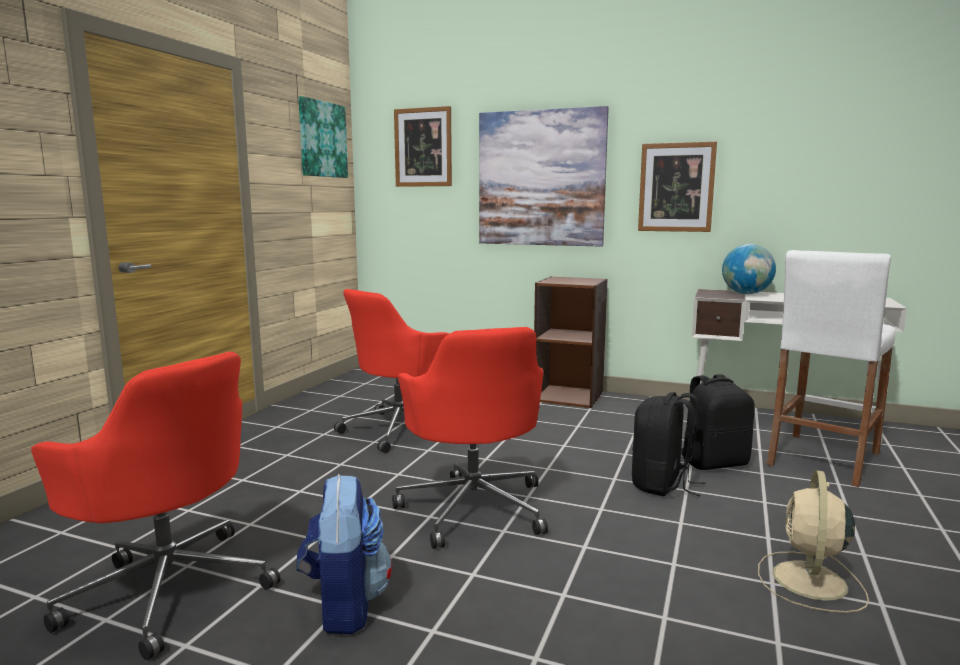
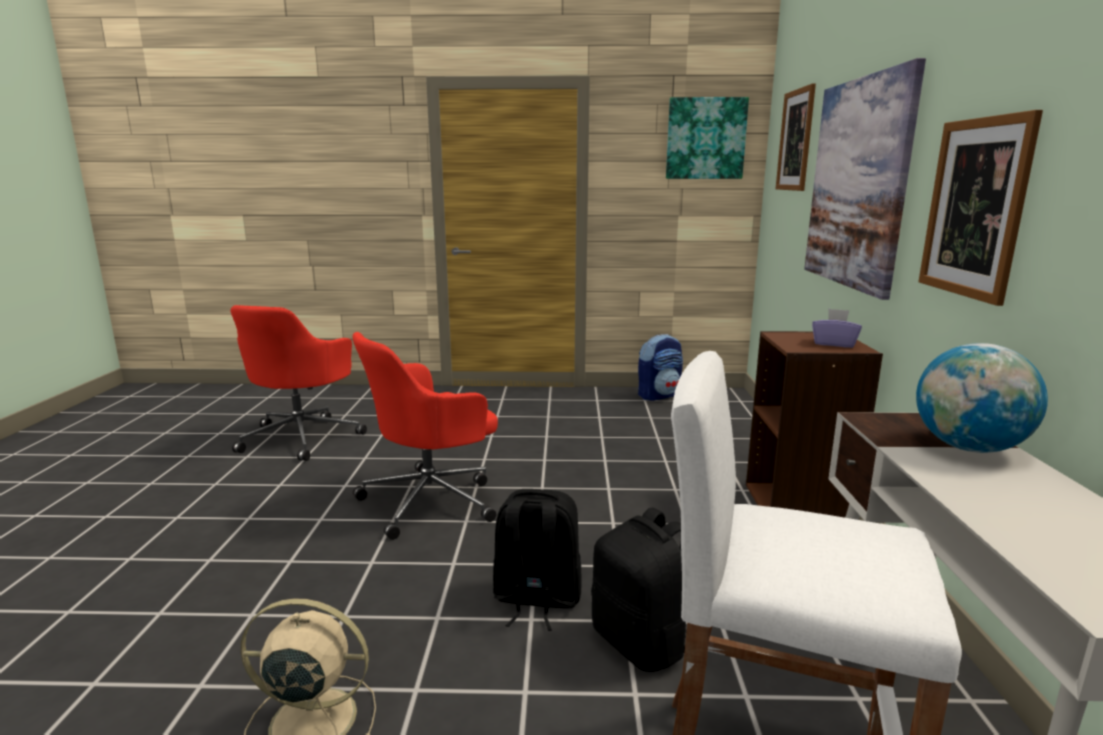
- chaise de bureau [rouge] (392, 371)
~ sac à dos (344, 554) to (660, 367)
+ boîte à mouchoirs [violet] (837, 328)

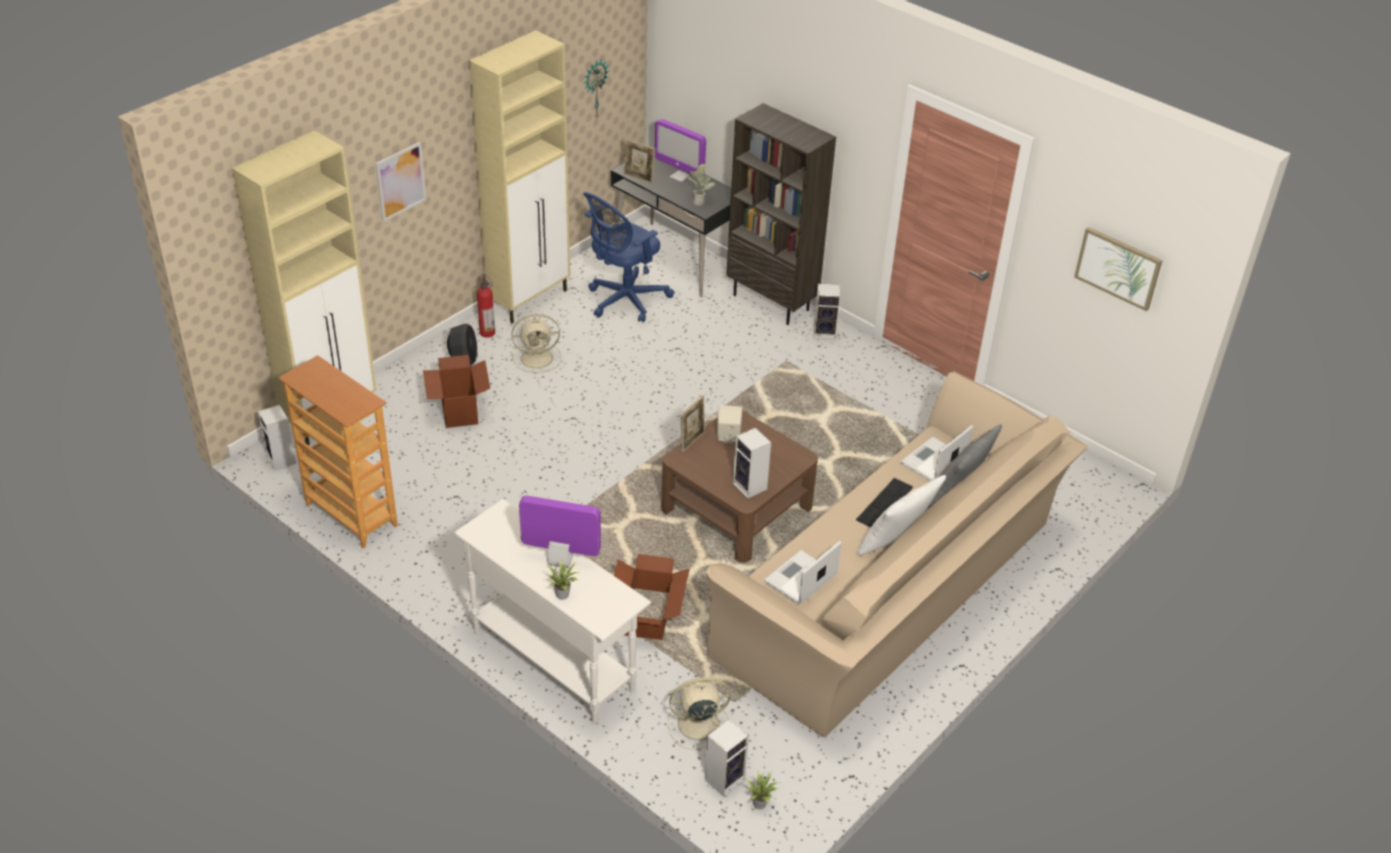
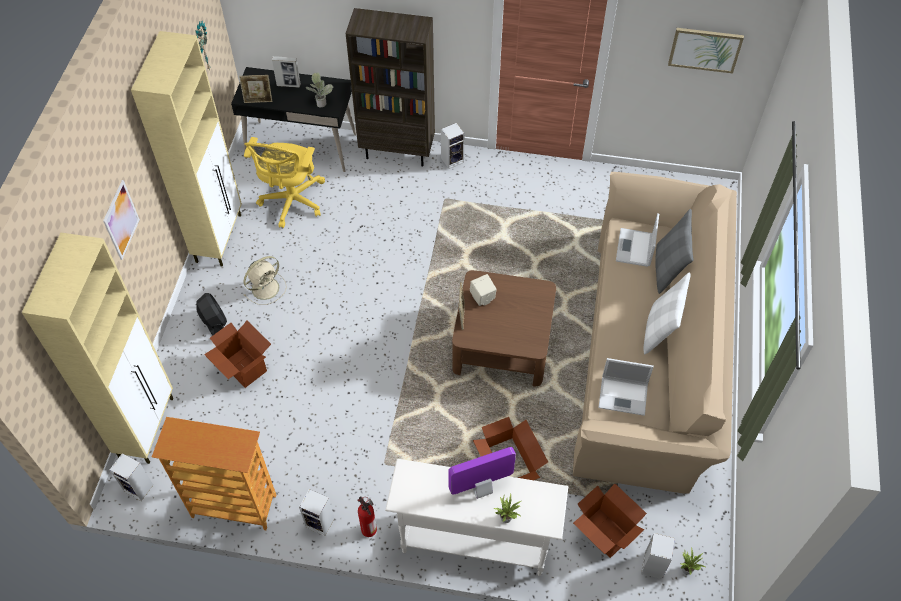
~ écran d'ordinateur (680, 150) to cadre photo (286, 72)
~ chaise de bureau [bleu] (629, 257) to chaise de bureau [jaune] (284, 182)
~ extincteur (486, 306) to (367, 517)
~ enceinte (752, 463) to (316, 512)
- clavier (884, 503)
~ ordinateur portable (803, 573) = (626, 387) 90 degrees counterclockwise
~ ventilateur [beige] (699, 713) to carton (610, 521)

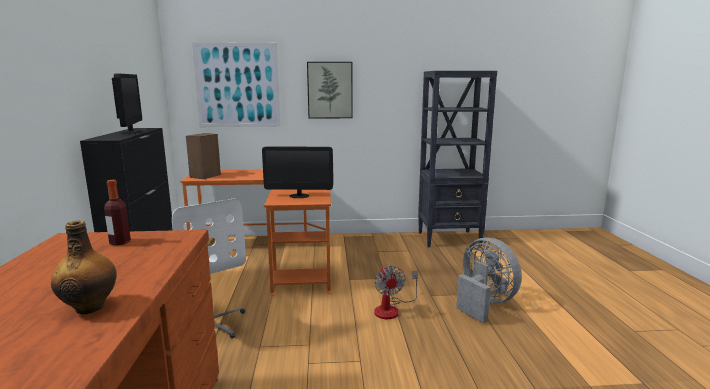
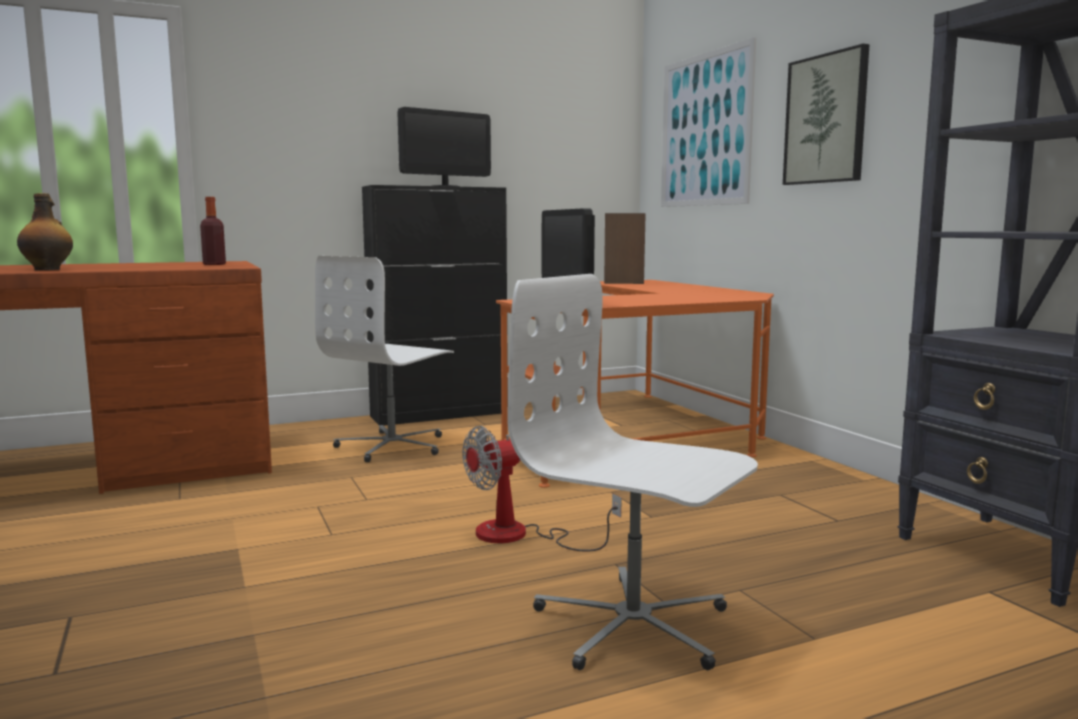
~ ventilateur [gris] (489, 280) to chaise de bureau [blanc] (633, 472)

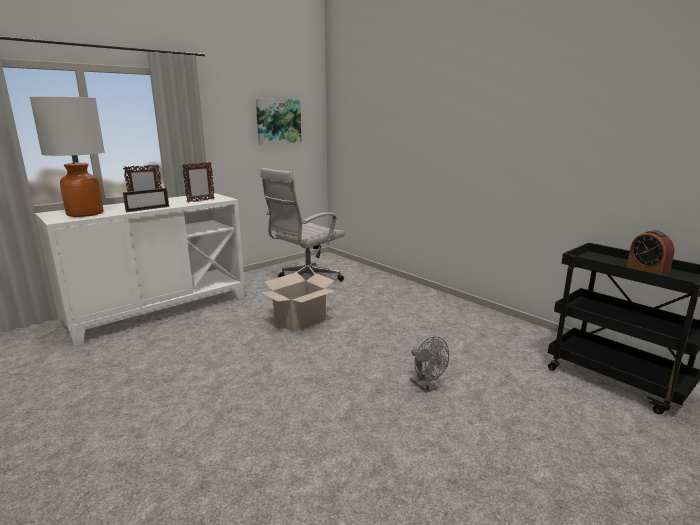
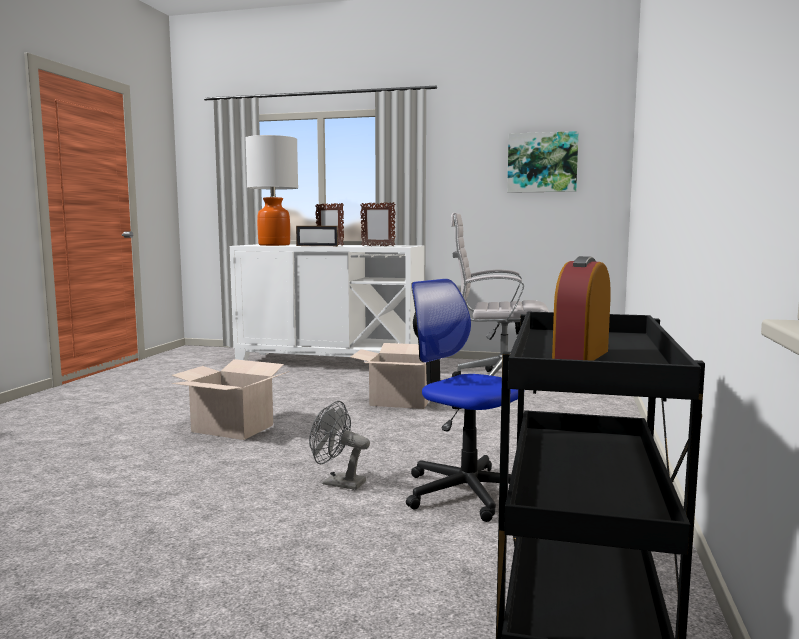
~ ventilateur [gris] (429, 365) = (339, 445) 90 degrees clockwise
+ chaise de bureau (465, 400)
+ carton (230, 399)

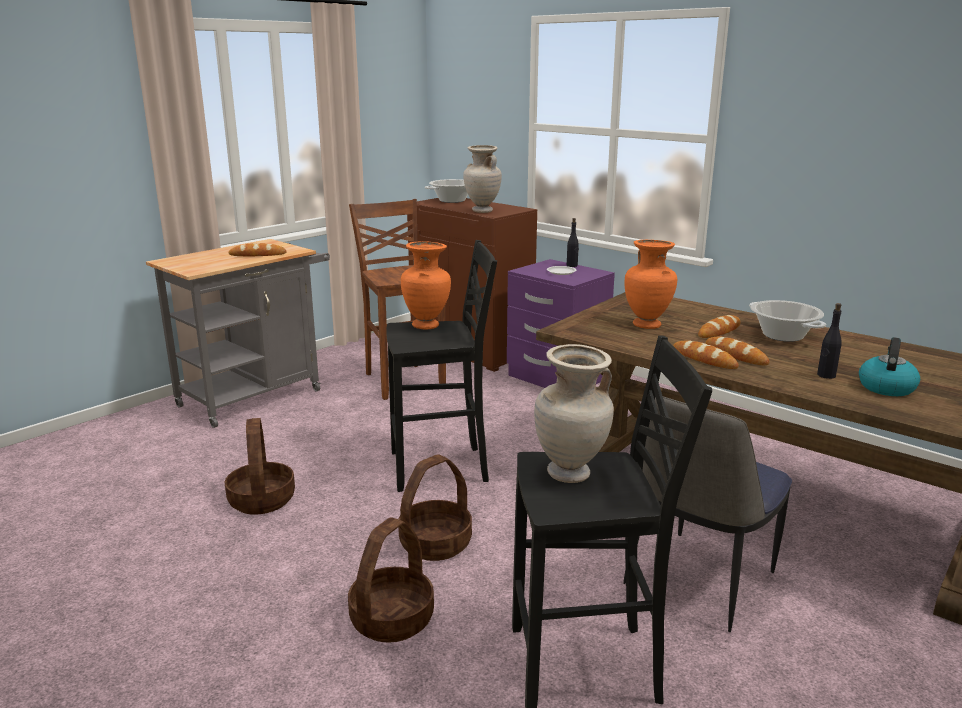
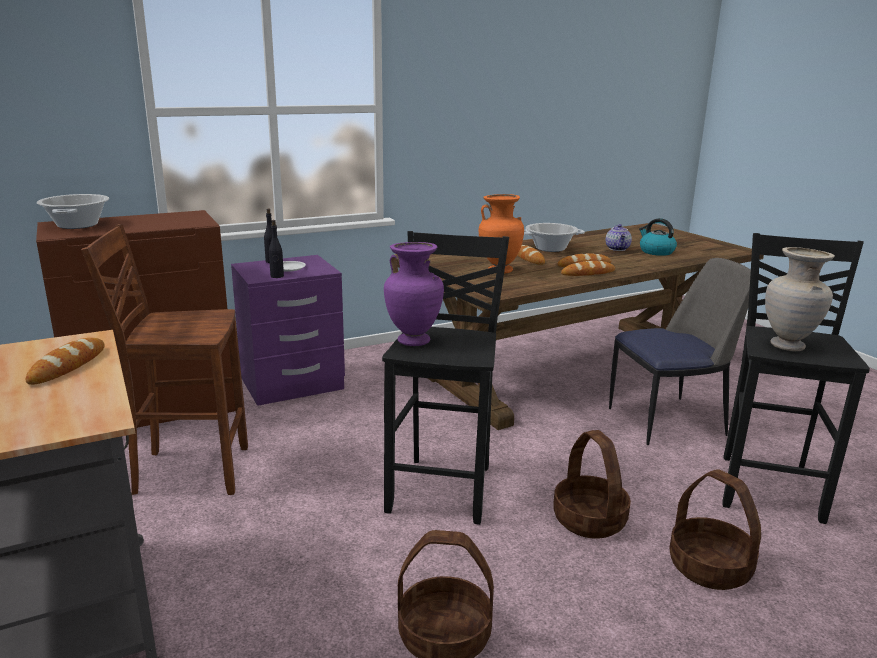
- vase [beige] (482, 179)
~ vase [orange] (426, 285) to vase [violet] (414, 294)
~ bouteille [noir] (829, 341) to (276, 249)
~ chaise (707, 514) = (680, 351) 75 degrees counterclockwise
+ théière (619, 237)

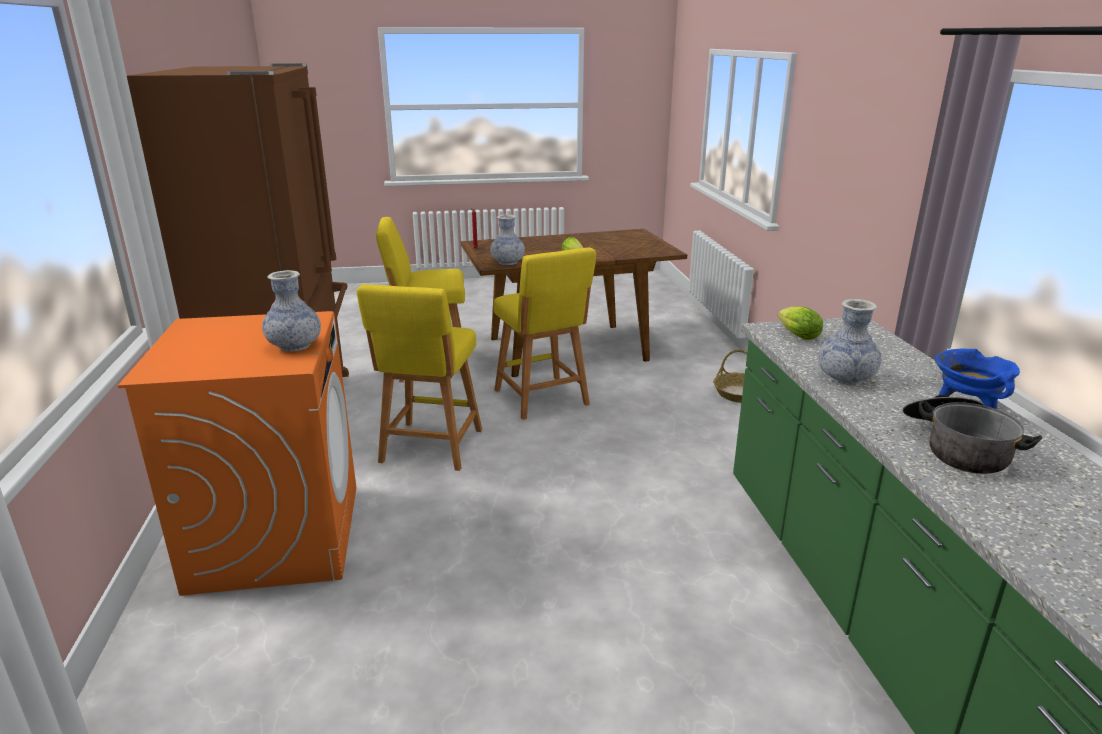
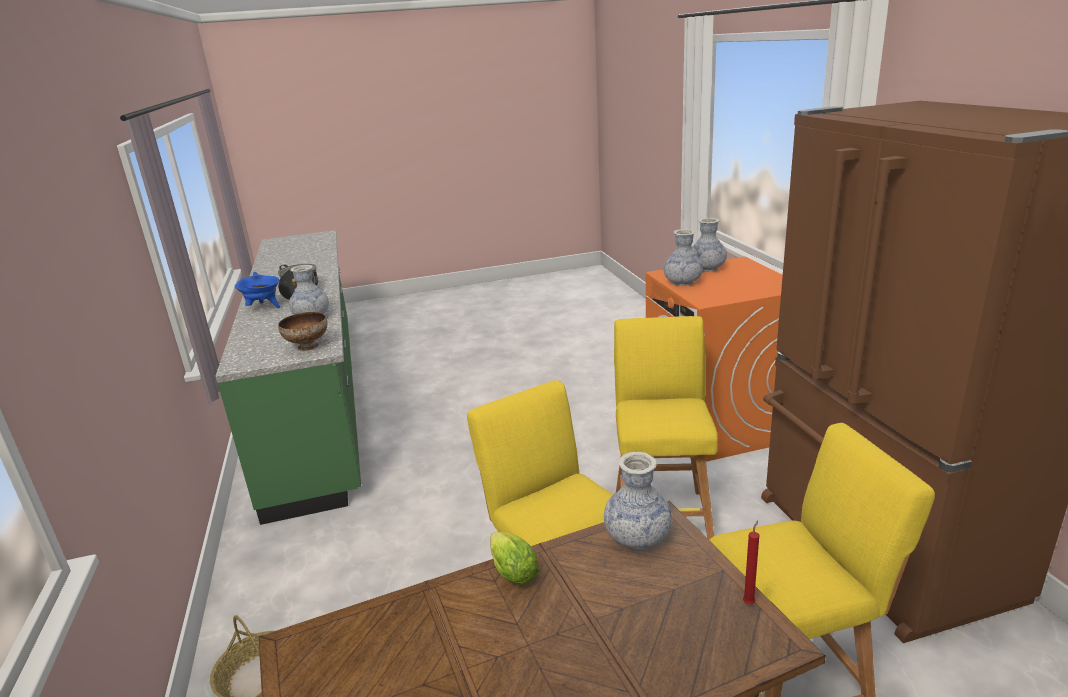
~ laitue (800, 323) to bol (302, 331)
+ vase (709, 245)

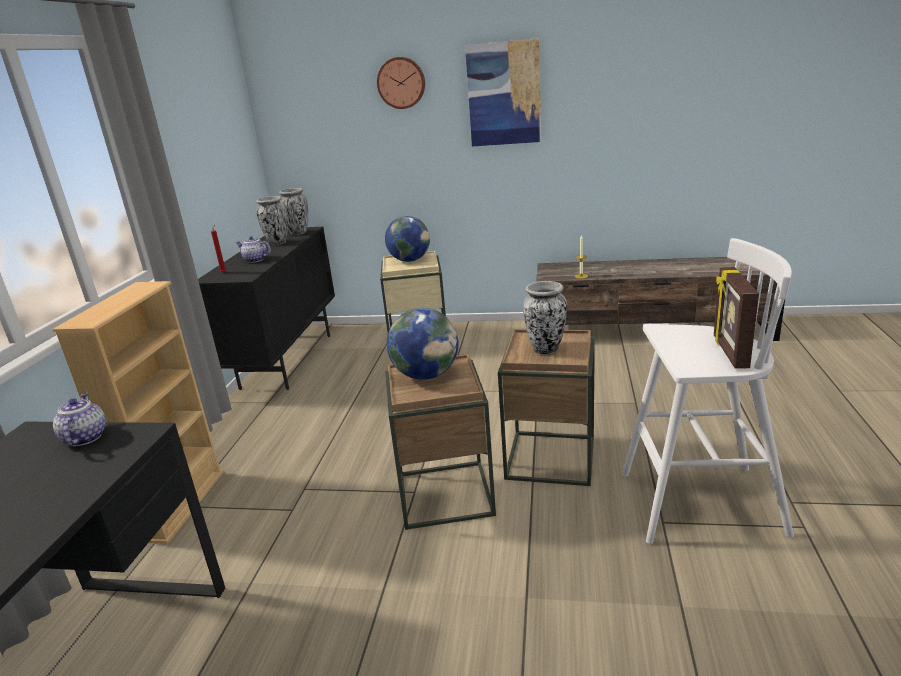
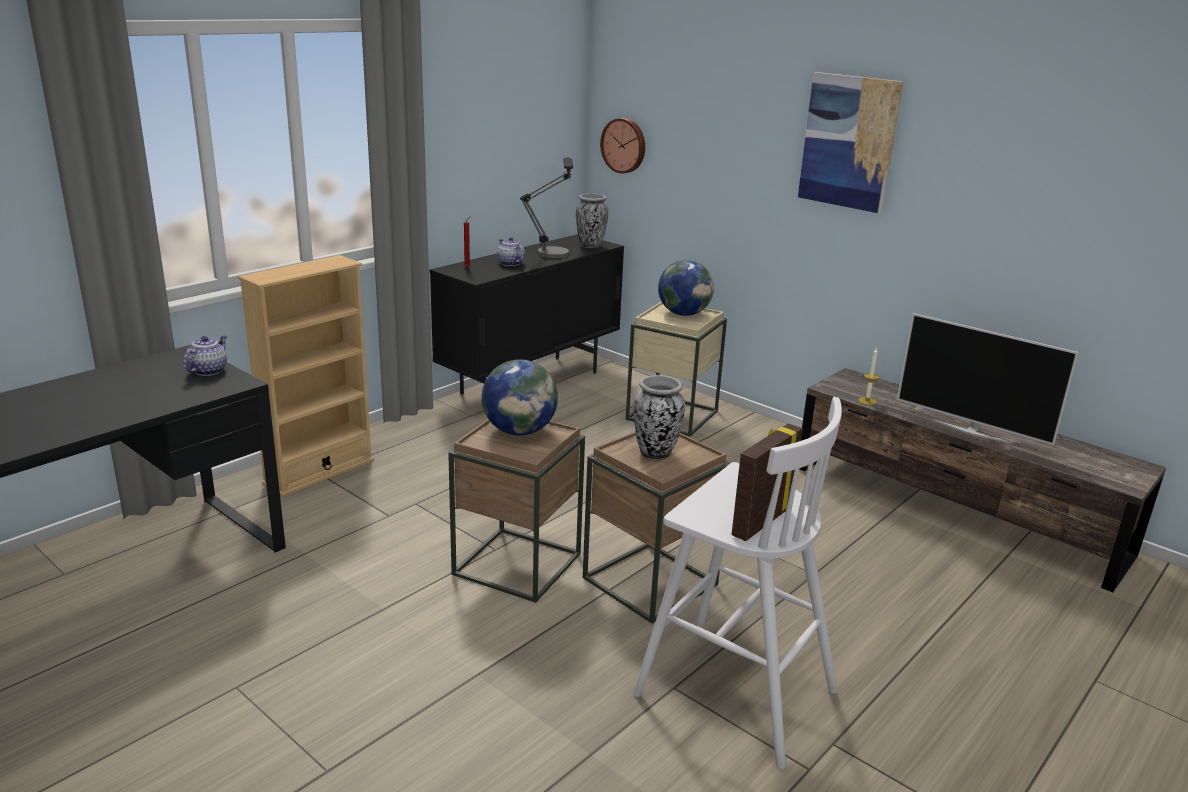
~ horloge murale (401, 83) to (622, 146)
~ vase (272, 220) to lampe de table (546, 207)
+ téléviseur (988, 379)

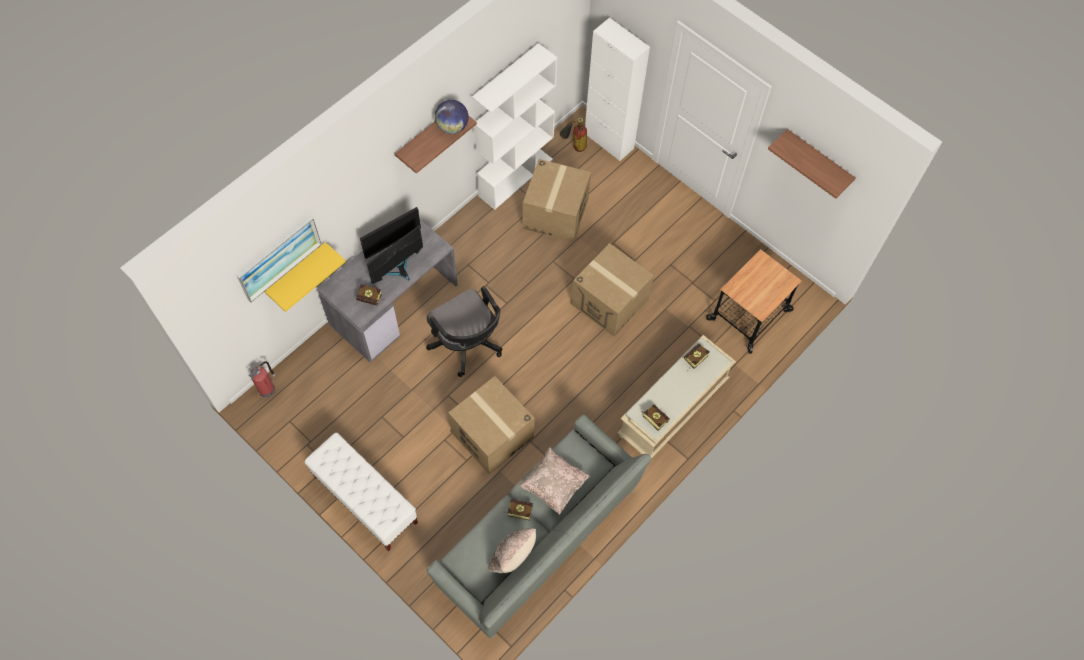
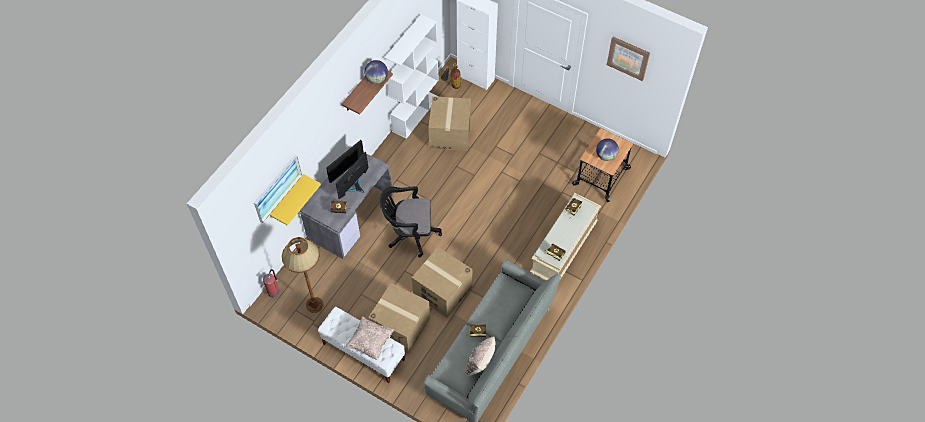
~ étagère (811, 164) to tableau (628, 59)
~ carton (612, 290) to (399, 318)
~ chaise de bureau [noir] (464, 331) = (411, 222) 135 degrees clockwise
~ coussin [beige] (555, 481) to (370, 338)
+ globe (607, 150)
+ lampadaire [marron] (302, 275)

